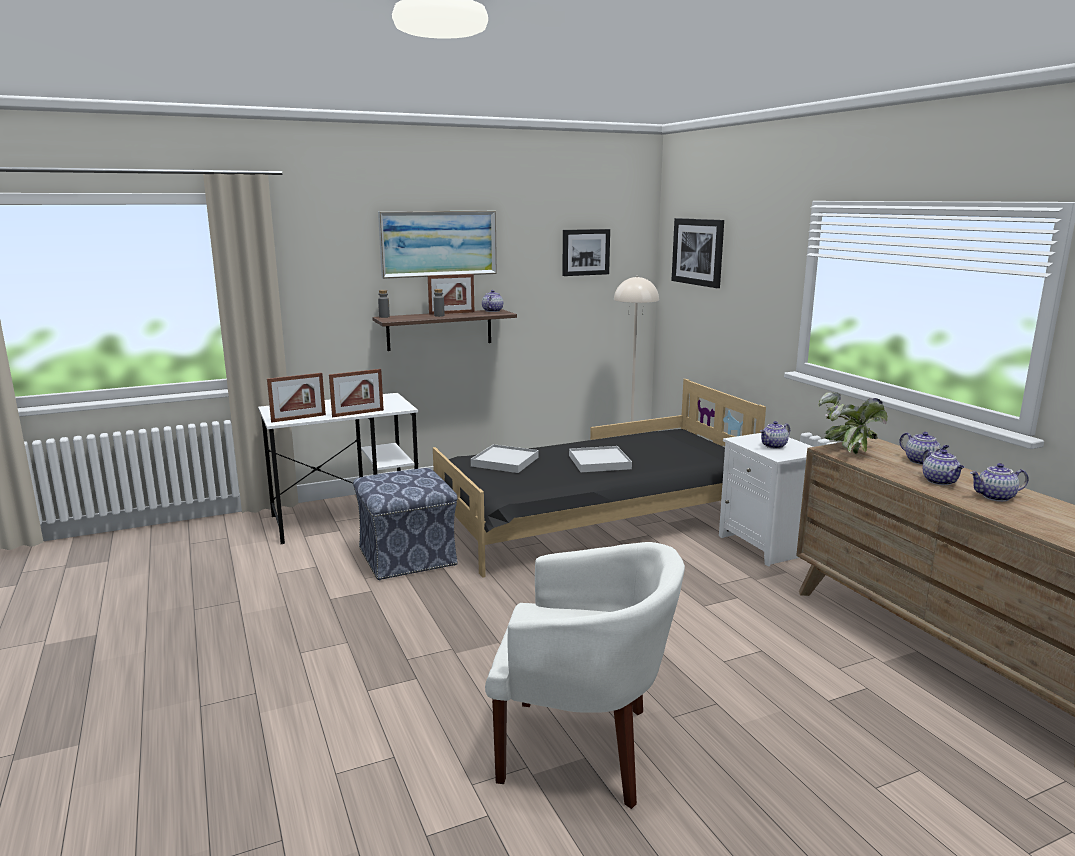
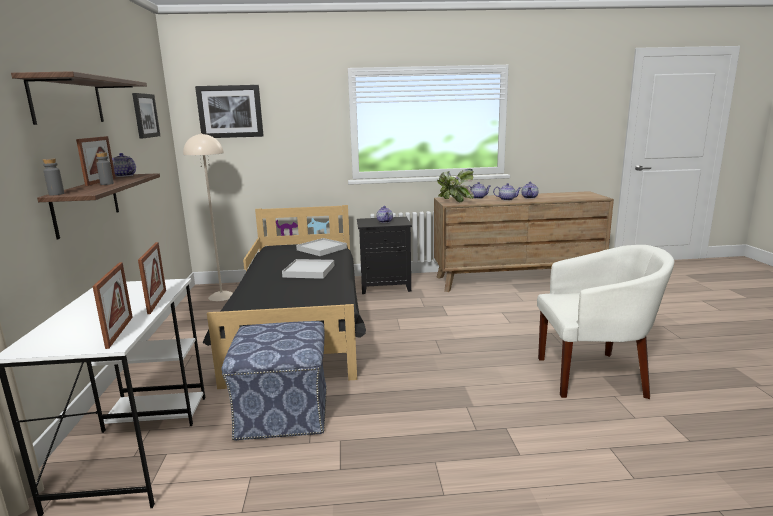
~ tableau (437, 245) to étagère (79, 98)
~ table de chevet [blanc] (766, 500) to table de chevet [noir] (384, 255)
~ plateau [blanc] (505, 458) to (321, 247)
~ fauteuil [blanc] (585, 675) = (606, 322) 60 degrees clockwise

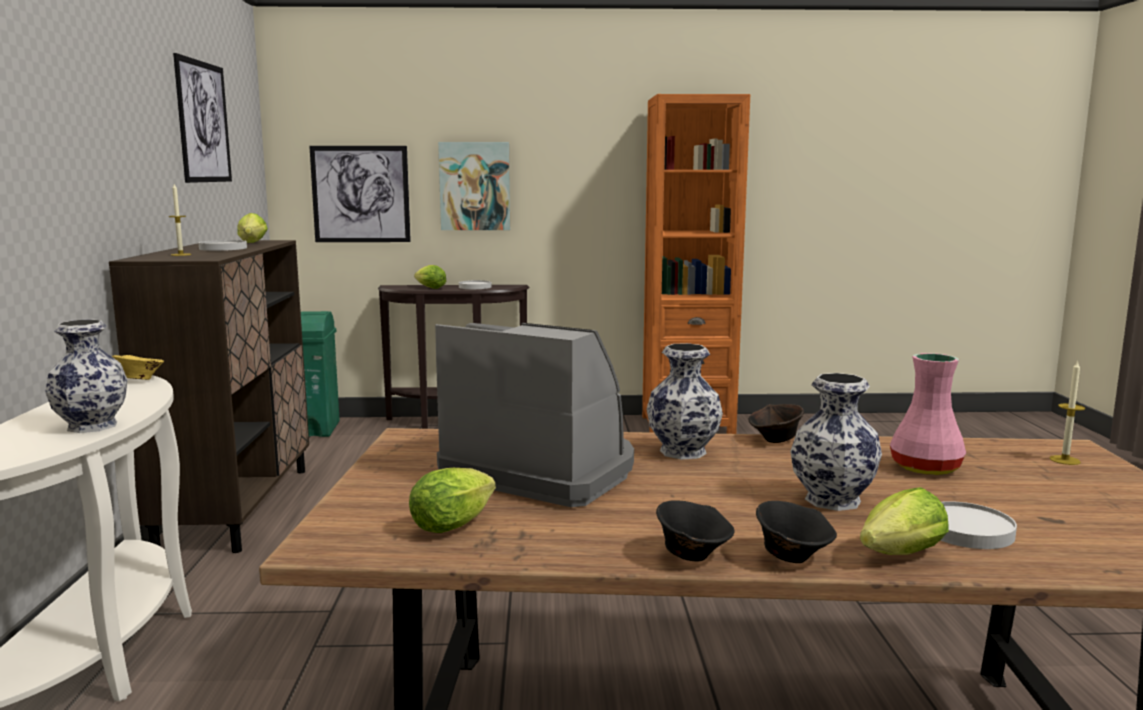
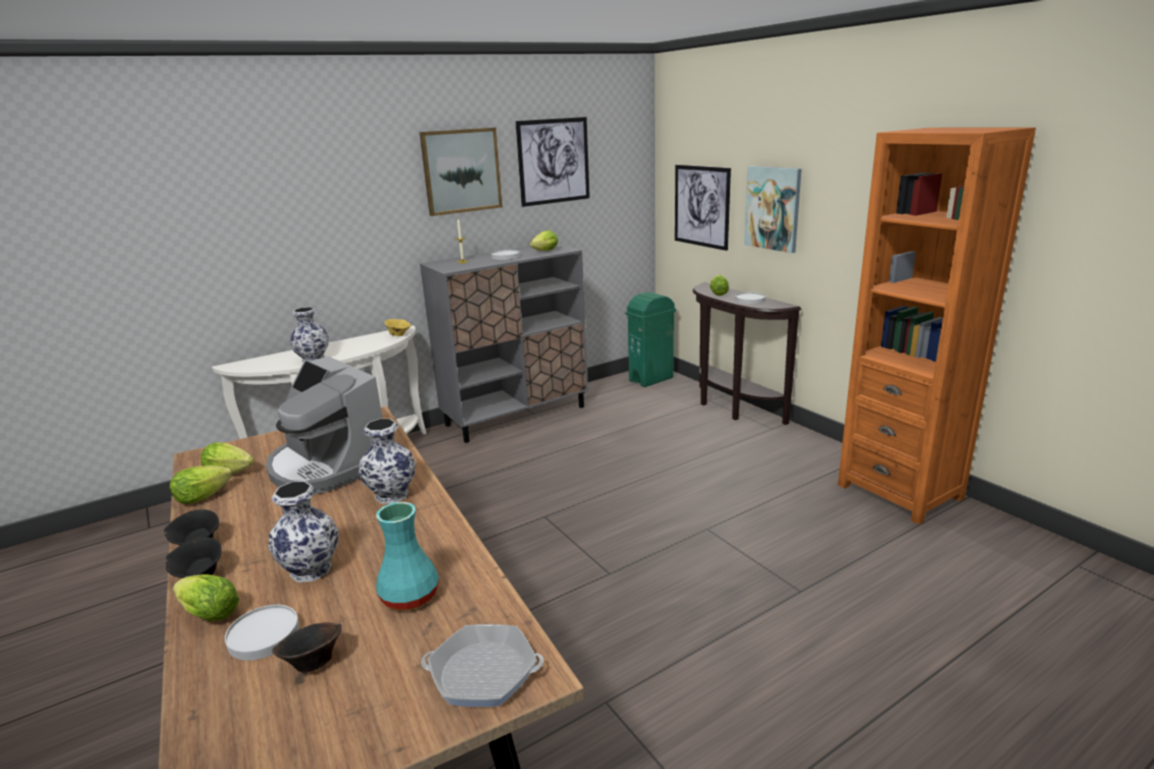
~ meuble de rangement [marron] (209, 396) to meuble de rangement [gris] (504, 343)
~ machine à café (534, 415) = (324, 425) 135 degrees clockwise
~ vase [rose] (928, 414) to vase [turquoise] (407, 556)
~ bougie (1067, 412) to poêle (482, 665)
~ bol [marron] (776, 423) to (307, 647)
+ tableau (460, 172)
+ laitue (201, 484)

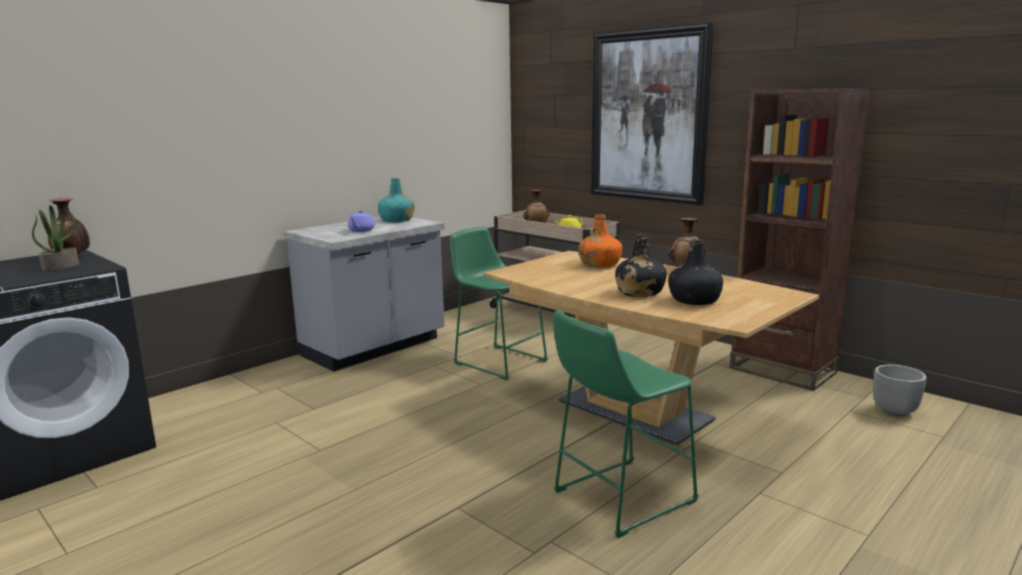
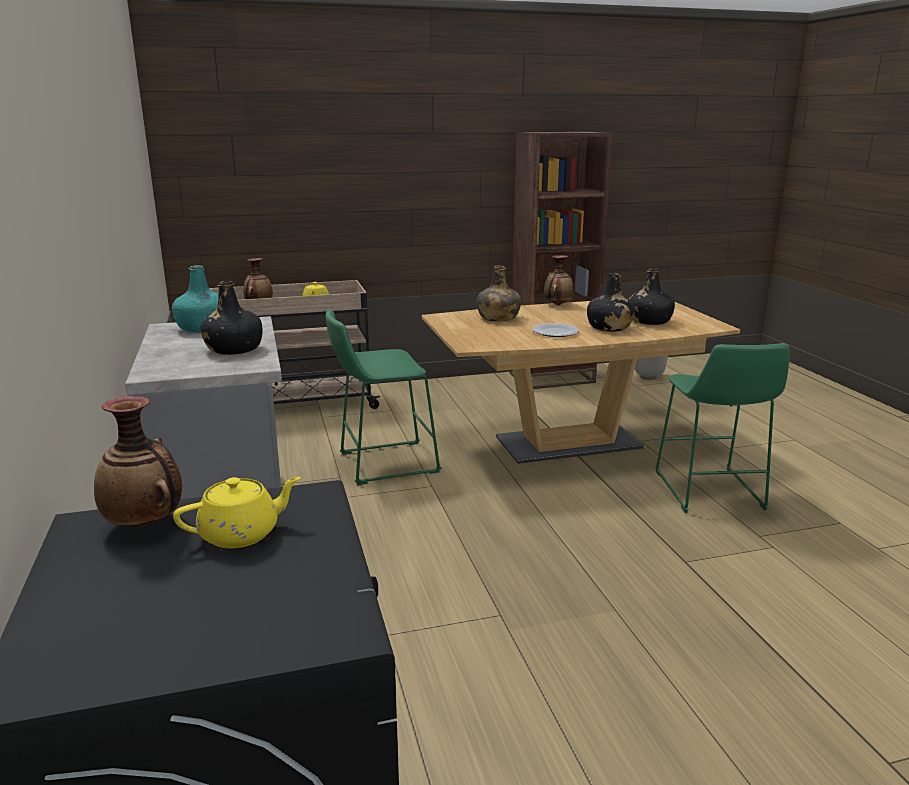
- tableau (652, 113)
~ plante en pot (55, 238) to théière [jaune] (237, 512)
~ théière [violet] (361, 221) to bouteille [noir] (232, 318)
~ bouteille [orange] (600, 241) to bouteille [vert] (499, 294)
+ assiette (555, 330)

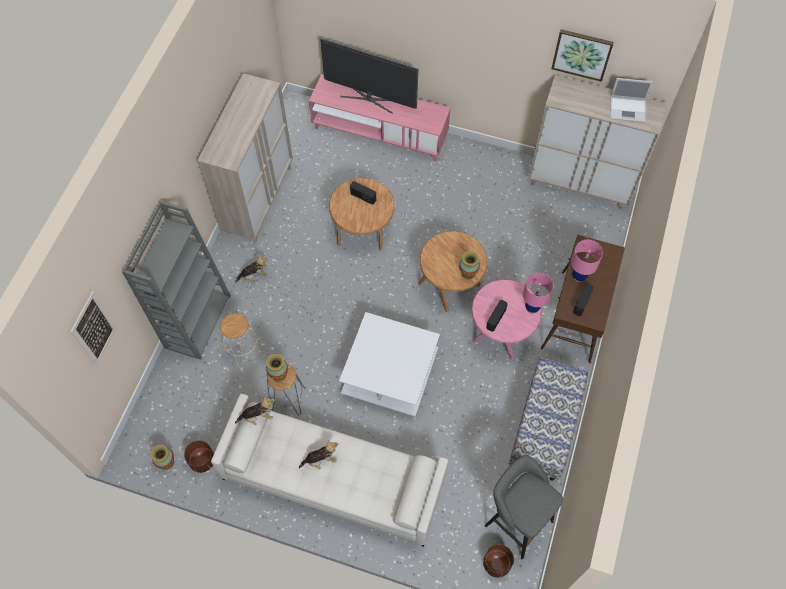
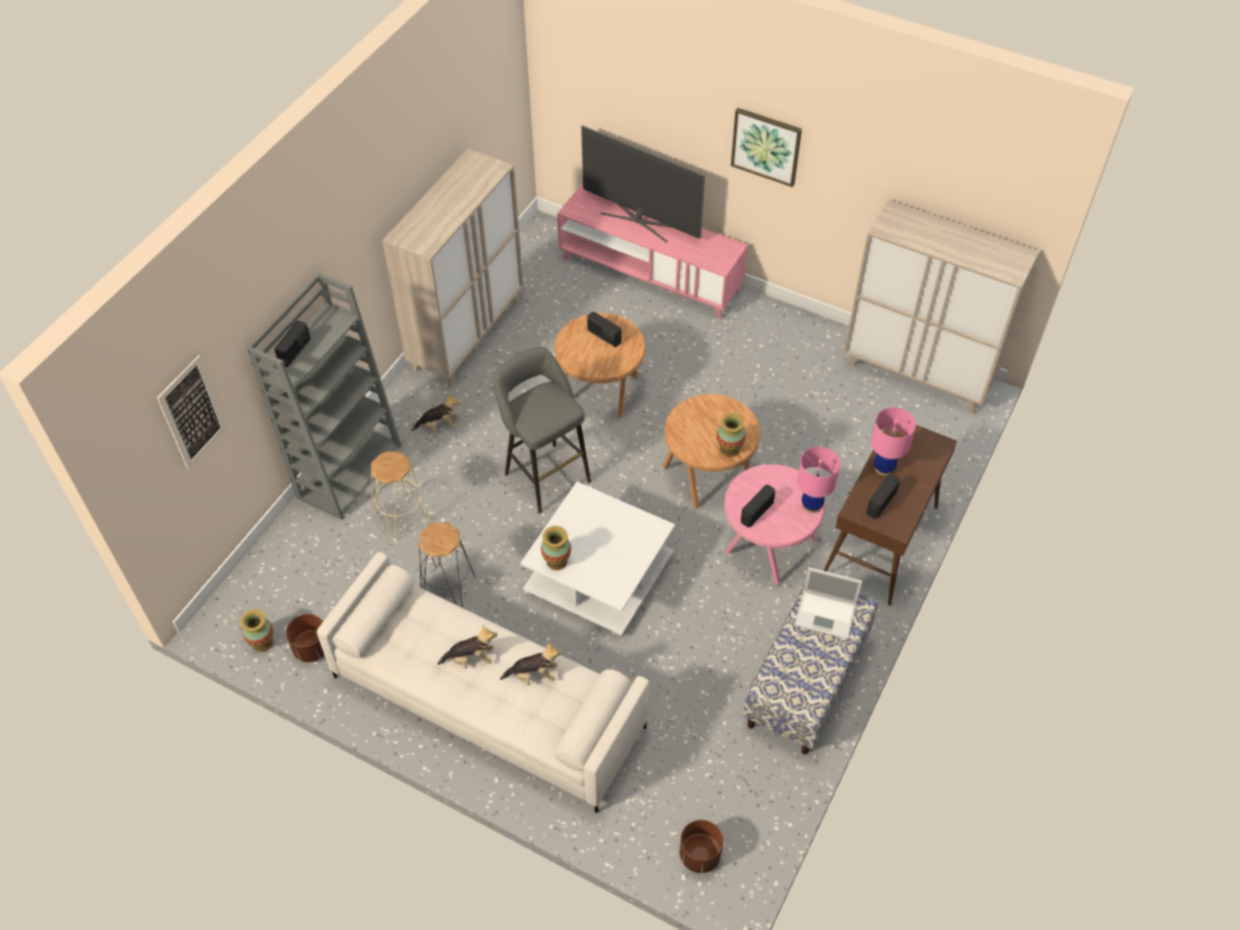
~ tableau (582, 55) to (766, 147)
~ ordinateur portable (631, 100) to (828, 603)
~ vase (277, 368) to (556, 548)
~ peluche (255, 410) to (531, 663)
~ tabouret [gris] (524, 507) to (542, 430)
+ radio (292, 343)

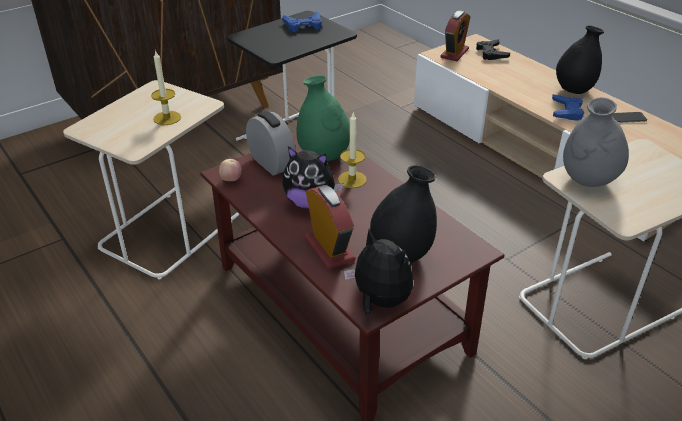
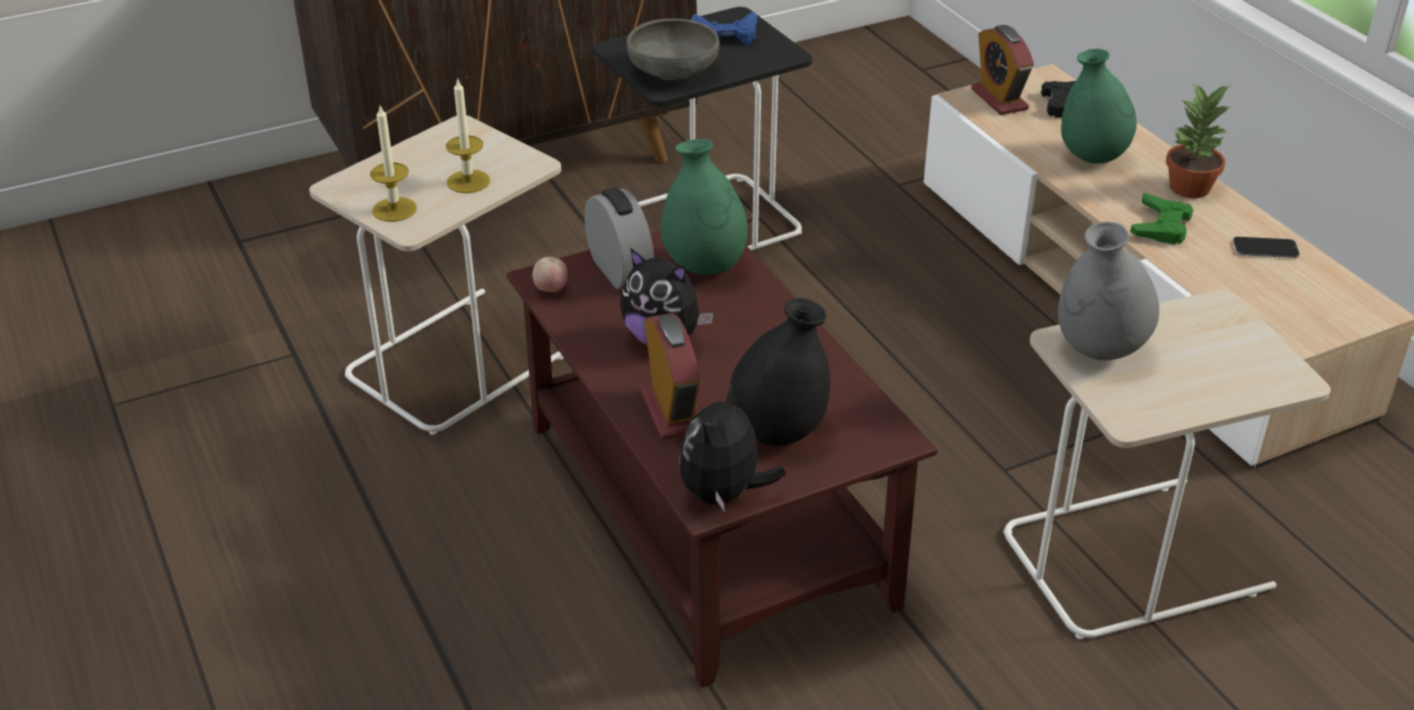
~ réveil (455, 36) = (1002, 70) 120 degrees clockwise
~ vase [noir] (580, 59) to plante en pot (1198, 140)
~ manette [bleu] (568, 107) to manette [vert] (1161, 218)
~ bougie (352, 150) to (393, 164)
~ peluche (378, 272) = (732, 447) 120 degrees counterclockwise
+ bol [gris] (673, 50)
+ vase [vert] (1099, 106)

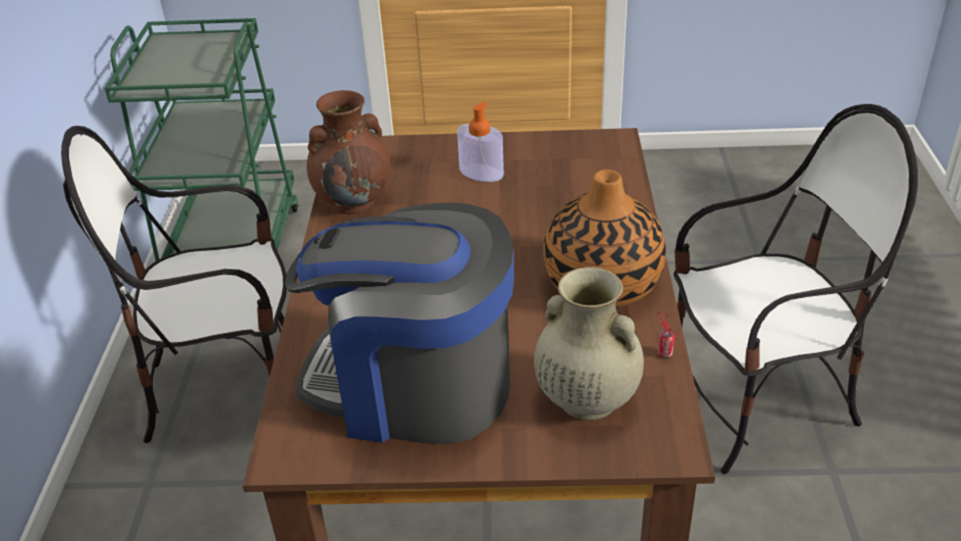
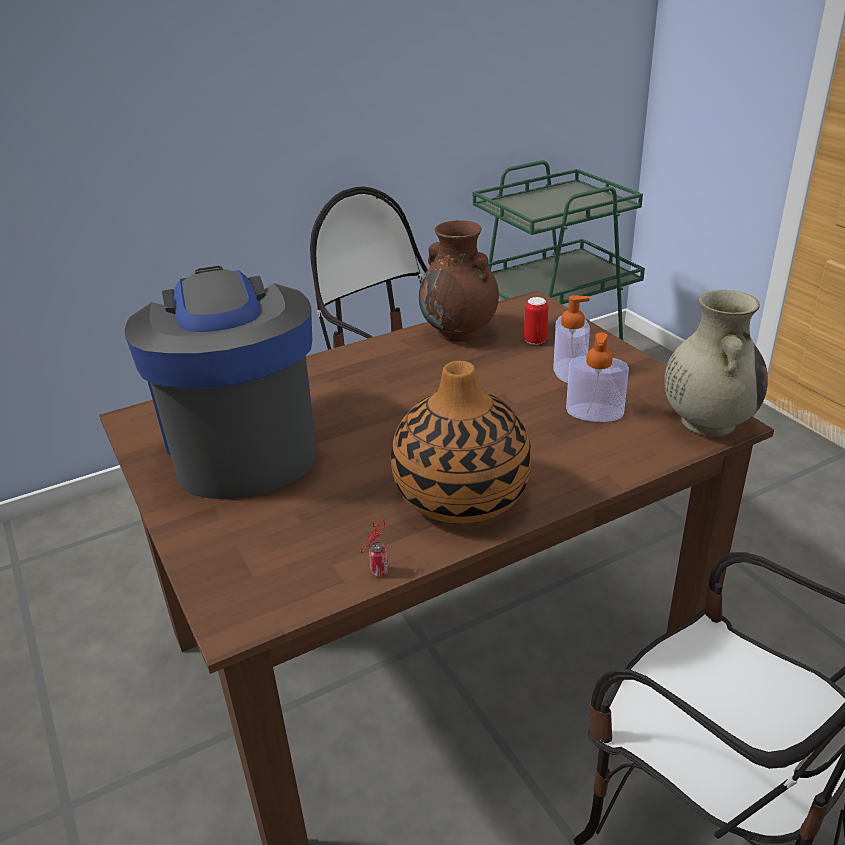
~ vase [beige] (589, 343) to (716, 363)
+ boîte métallique (536, 321)
+ distributeur de savon (597, 377)

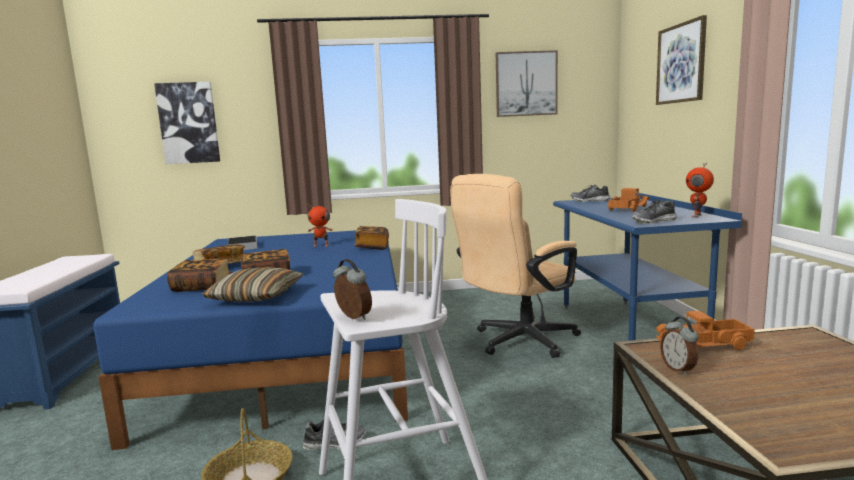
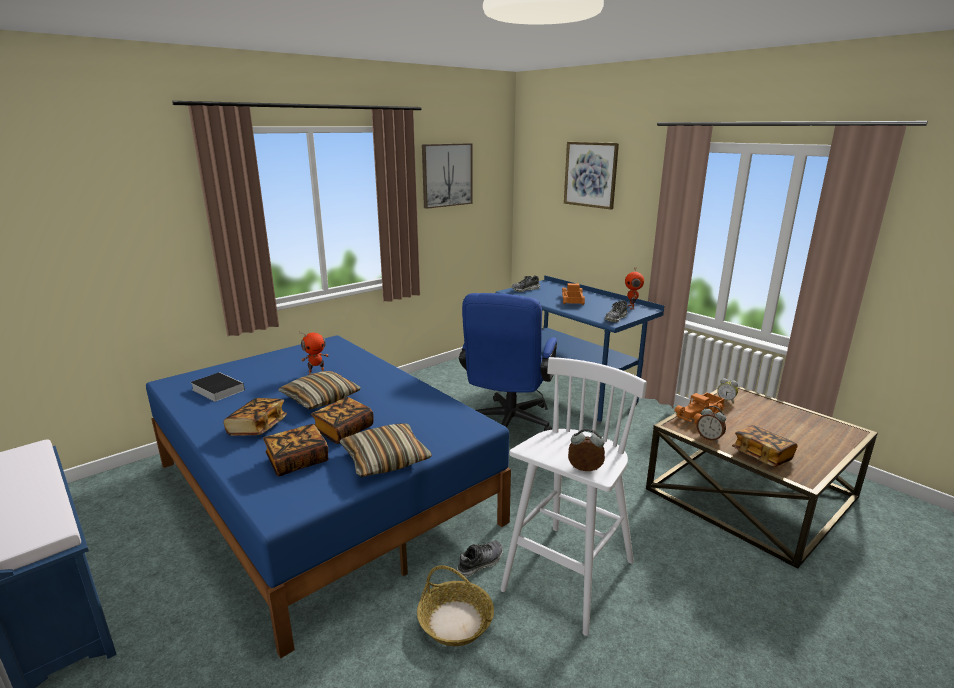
- tableau (187, 123)
~ chaise de bureau [beige] (515, 266) to chaise de bureau [bleu] (508, 362)
~ livre (372, 238) to (764, 446)
+ coussin (319, 390)
+ réveil (727, 390)

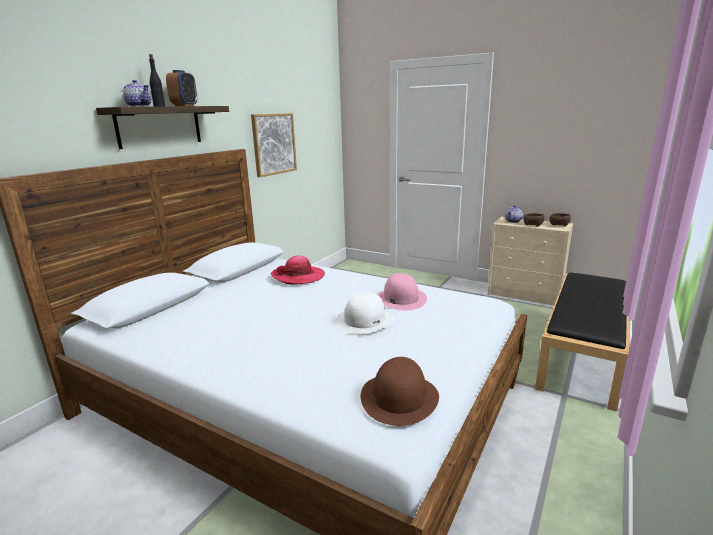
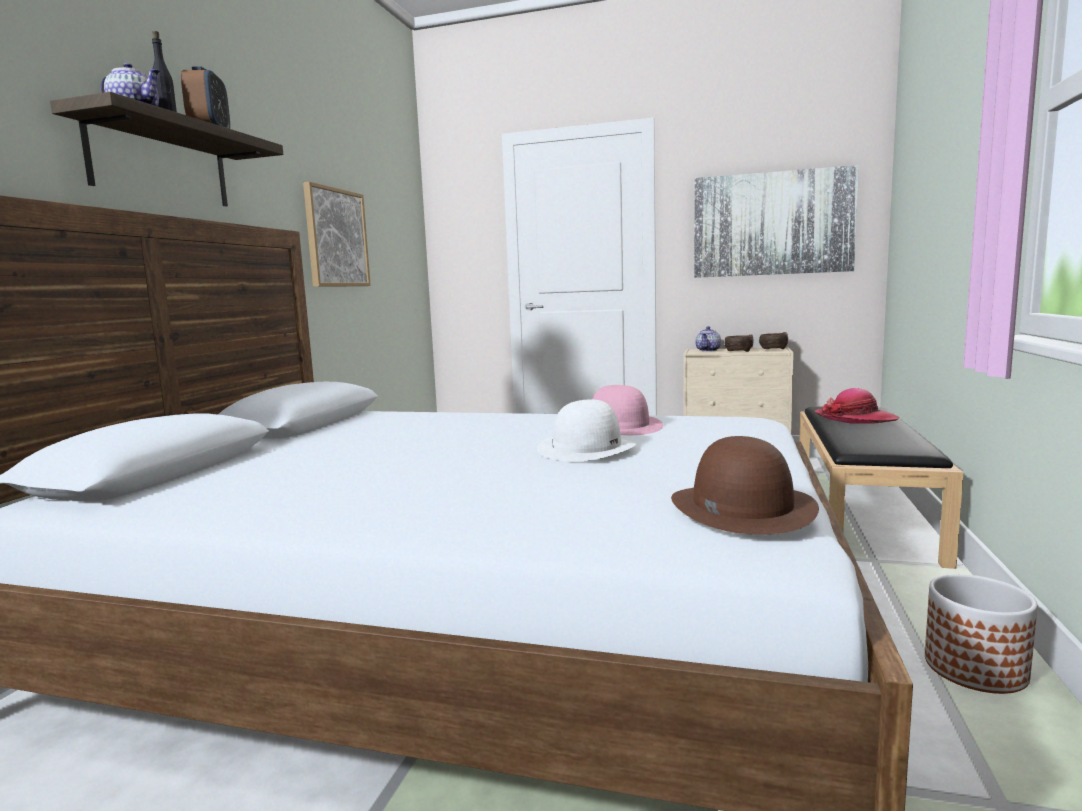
~ chapeau (298, 270) to (857, 406)
+ tableau (776, 221)
+ cache-pot (981, 634)

